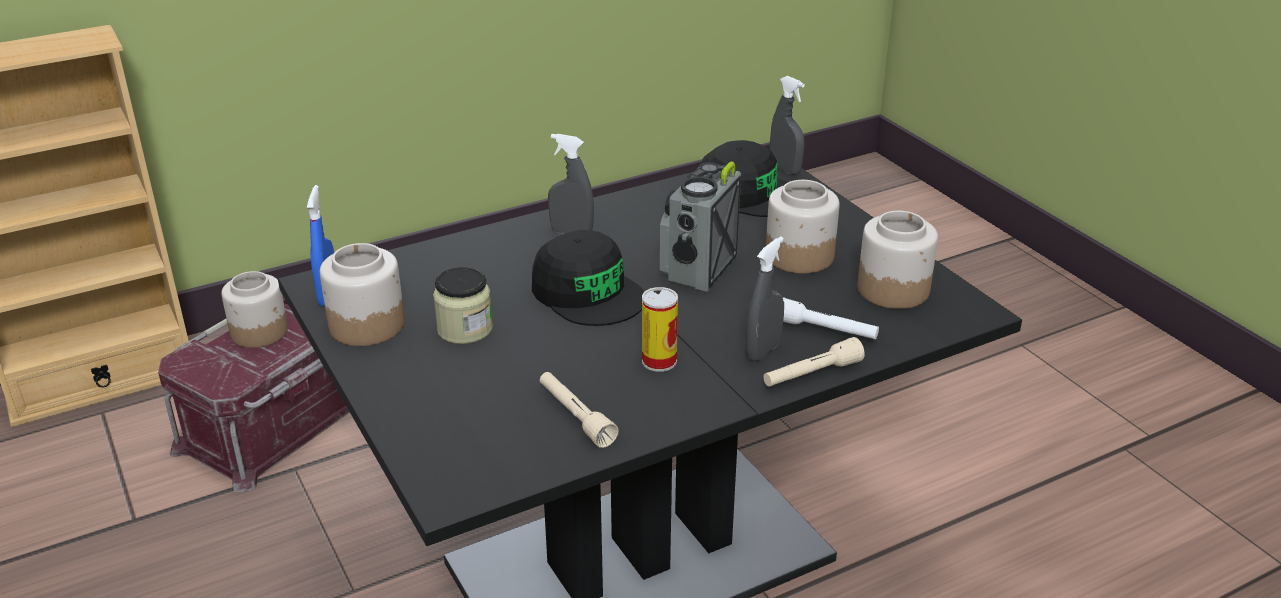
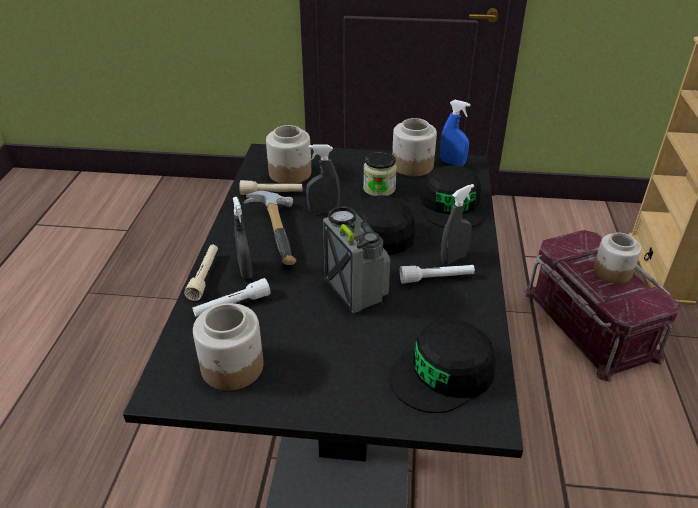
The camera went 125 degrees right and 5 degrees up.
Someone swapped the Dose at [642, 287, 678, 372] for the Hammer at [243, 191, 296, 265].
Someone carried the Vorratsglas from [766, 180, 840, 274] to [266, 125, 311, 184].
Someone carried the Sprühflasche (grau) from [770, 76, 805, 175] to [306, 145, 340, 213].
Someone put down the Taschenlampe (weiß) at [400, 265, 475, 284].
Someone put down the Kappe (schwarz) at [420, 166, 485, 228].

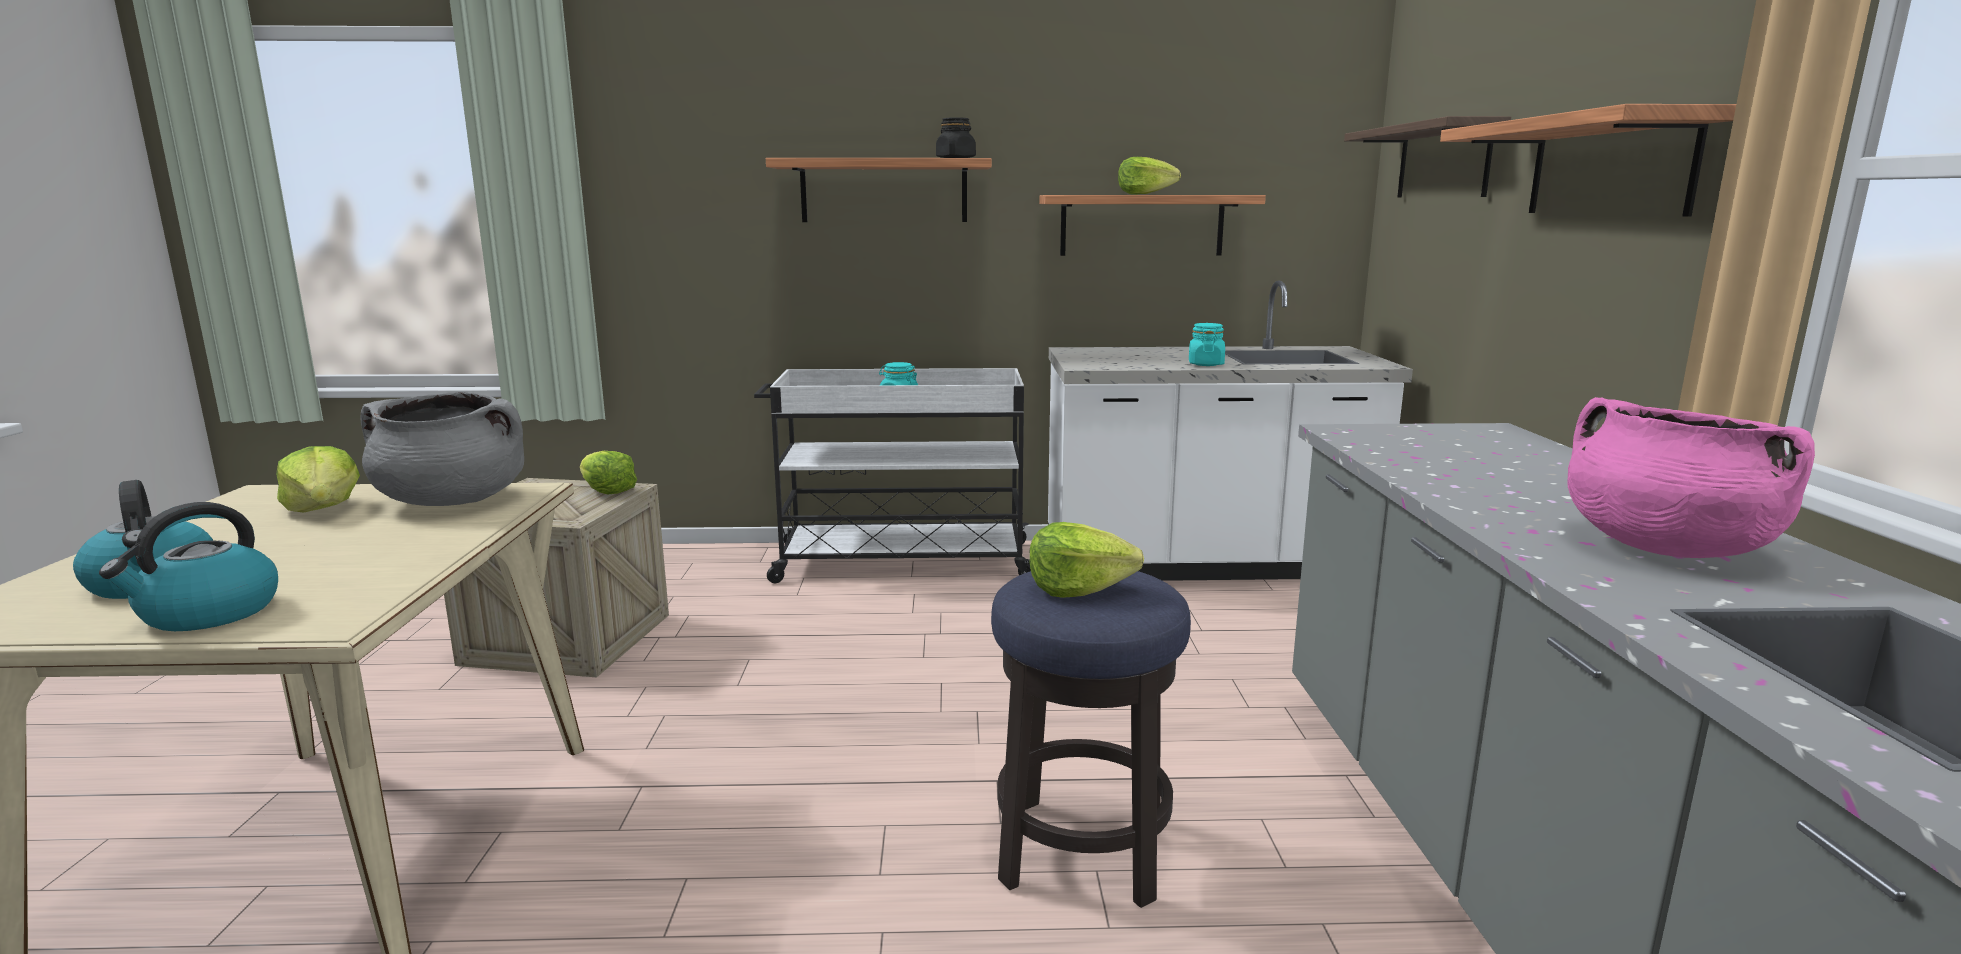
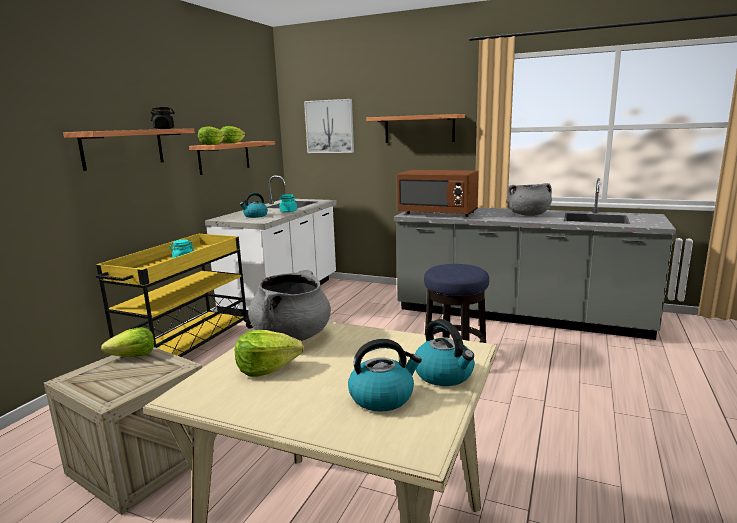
The camera went 65 degrees left and 0 degrees up.
Someone repainted the Rollwagen (weiß) at [754, 368, 1031, 583], which became the Rollwagen (gelb) at [96, 234, 253, 357].
Someone carried the Salatkopf from [1029, 522, 1144, 598] to [198, 127, 225, 145].
Someone swapped the Wandregal at [1344, 116, 1511, 198] for the Bild at [304, 99, 354, 153].
Someone repainted the Kochtopf (rosa) at [1567, 397, 1815, 558], which became the Kochtopf (grau) at [507, 183, 552, 216].
Someone put down the Wasserkessel at [240, 193, 268, 218].
Someone put down the Mikrowelle (braun) at [397, 170, 479, 217].

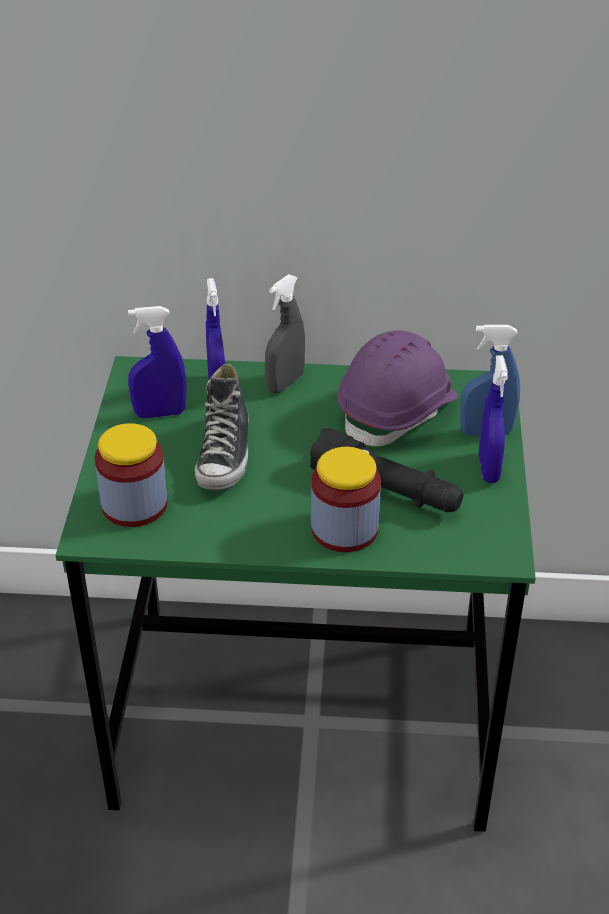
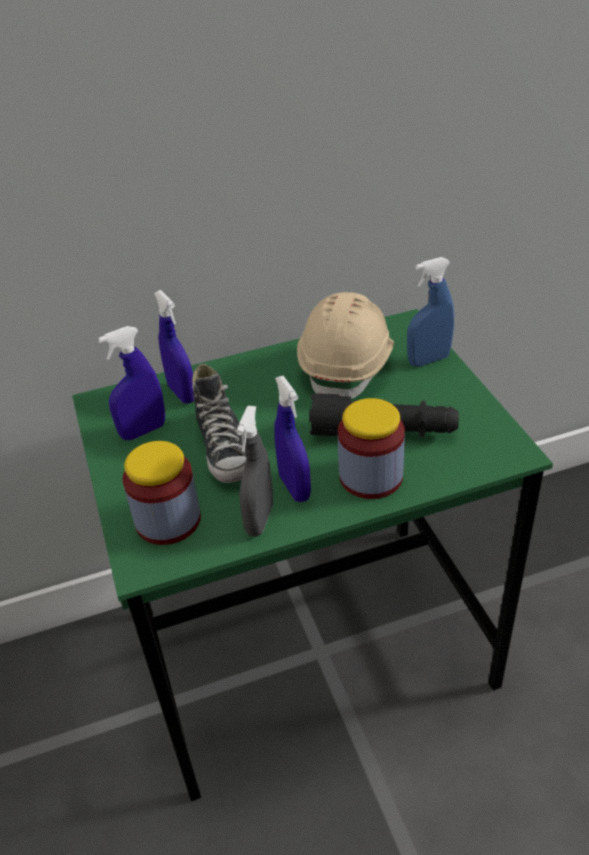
The camera went 20 degrees left and 0 degrees up.
Someone carried the Sprühflasche (grau) from [265, 274, 305, 393] to [236, 406, 273, 537].
Someone repainted the Schutzhelm (lila) at [338, 330, 458, 446], which became the Schutzhelm (beige) at [297, 292, 394, 399].
Someone carried the Sprühflasche (blau) from [479, 355, 508, 483] to [274, 376, 311, 502].

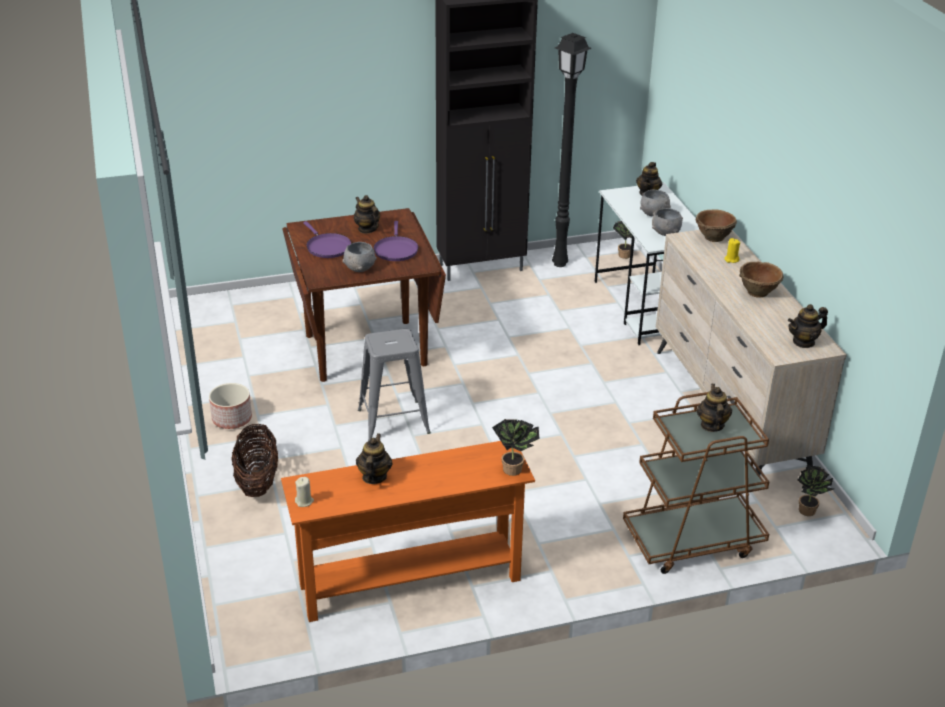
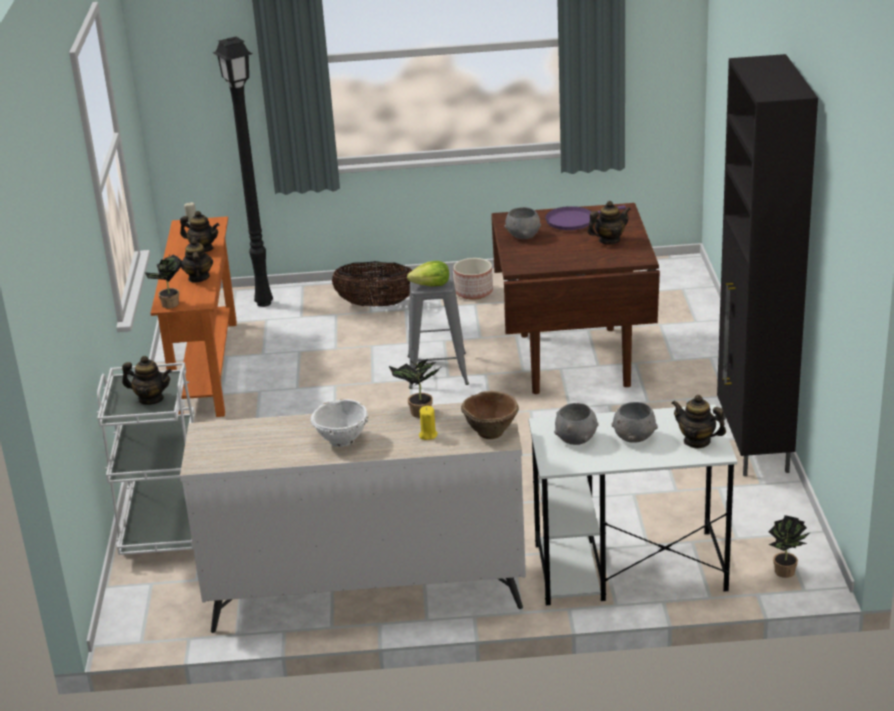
The camera went 105 degrees right and 5 degrees down.
Someone took away the Pfanne (lila) at [374, 221, 419, 261].
Someone carried the Stehlampe (schwarz) from [552, 33, 592, 267] to [213, 37, 273, 307].
Someone repainted the Rollwagen (braun) at [623, 392, 769, 574], which became the Rollwagen (weiß) at [97, 362, 195, 555].
Someone repainted the Schüssel (braun) at [739, 262, 784, 298], which became the Schüssel (weiß) at [311, 399, 368, 447].
Someone carried the Teekanne from [788, 304, 828, 348] to [181, 239, 213, 283].
Someone carried the Topfpflanze from [797, 465, 833, 516] to [389, 359, 441, 418].
Someone put down the Salatkopf at [407, 261, 449, 286].

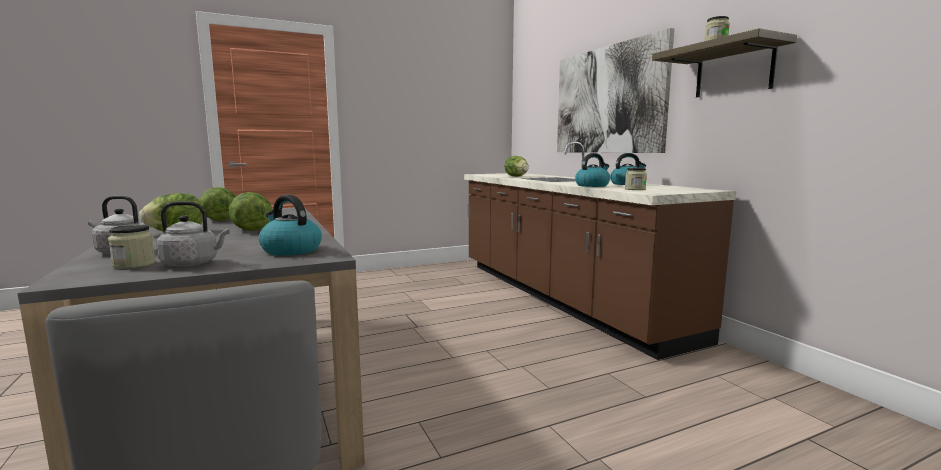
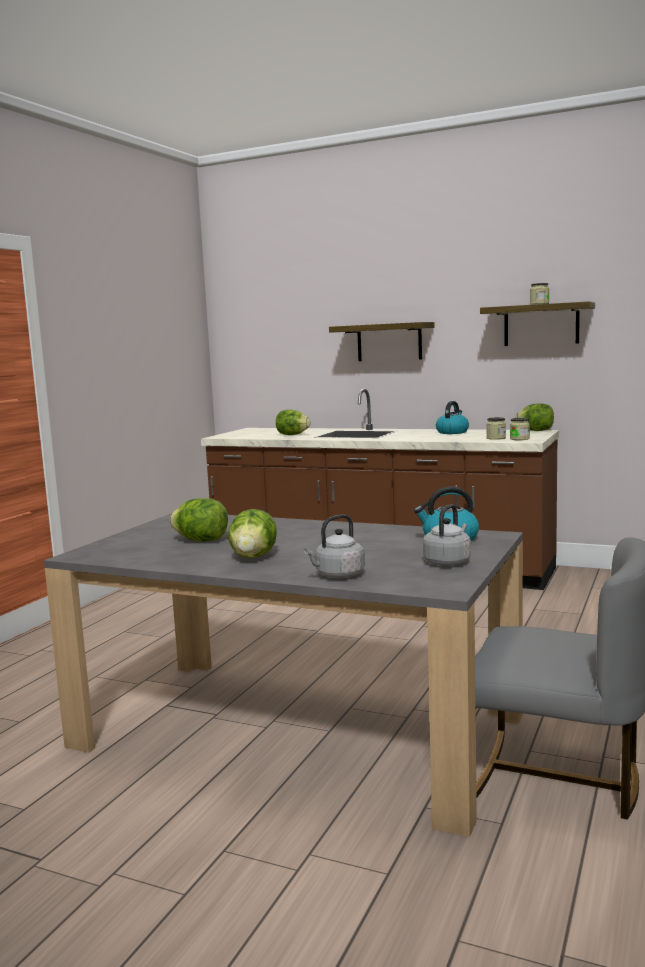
The camera went 40 degrees left and 0 degrees up.
Someone carried the Vorratsglas from [108, 225, 156, 269] to [510, 418, 530, 440].
Someone carried the Salatkopf from [229, 192, 272, 231] to [515, 403, 554, 431].
Someone swapped the Bild at [557, 28, 674, 153] for the Wandregal at [329, 322, 435, 361].
Someone took away the Wasserkessel at [575, 153, 610, 187].

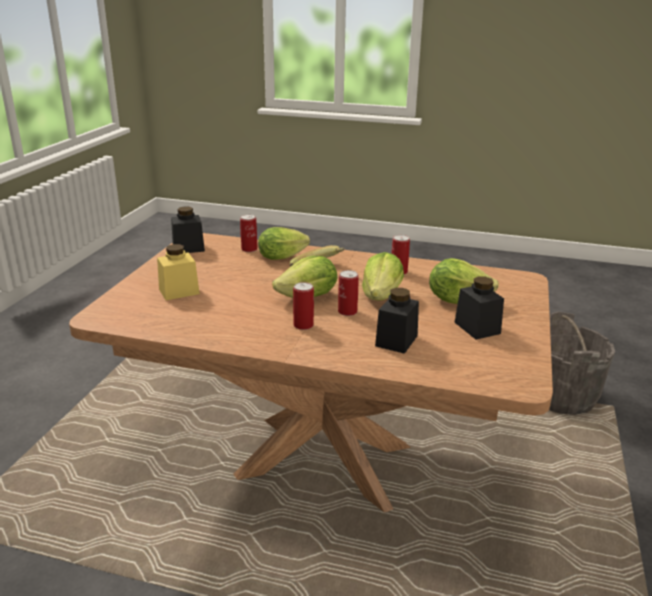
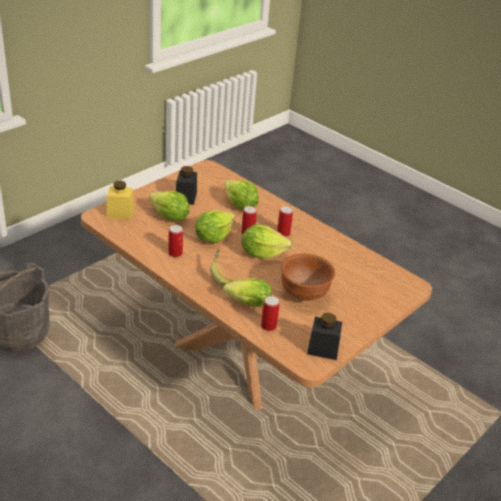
The camera went 155 degrees left and 10 degrees up.
Someone carried the Vorratsglas (gelb) from [157, 244, 200, 300] to [107, 181, 134, 220].
Someone swapped the Vorratsglas (schwarz) at [375, 288, 419, 354] for the Salatkopf at [224, 180, 259, 210].
Someone put down the Schüssel (braun) at [281, 254, 335, 301].

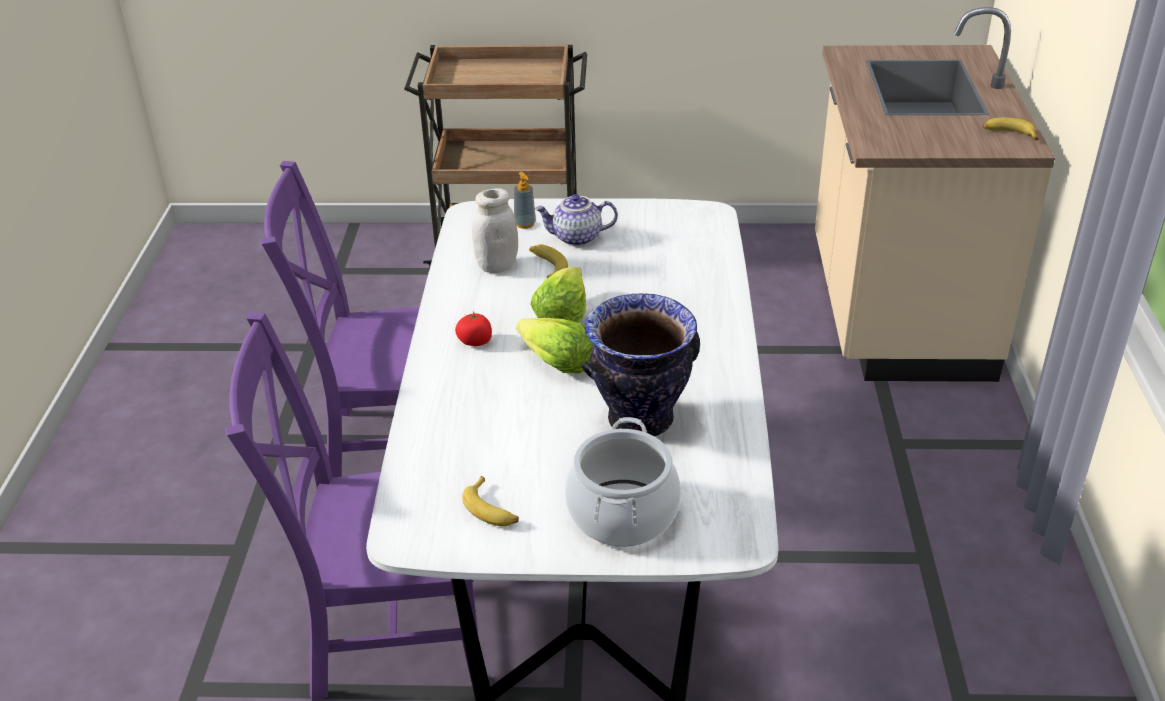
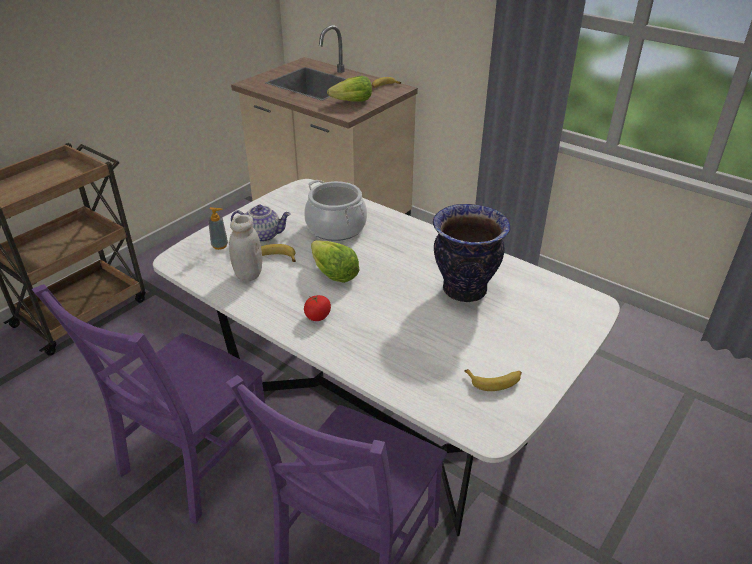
The camera went 55 degrees left and 0 degrees up.
Someone carried the Salatkopf from [516, 318, 593, 374] to [327, 76, 372, 102].
Someone rotated the Teekanne at [535, 194, 618, 246] by 120 degrees counterclockwise.
Someone carried the Kochtopf from [565, 417, 681, 546] to [304, 180, 367, 241].

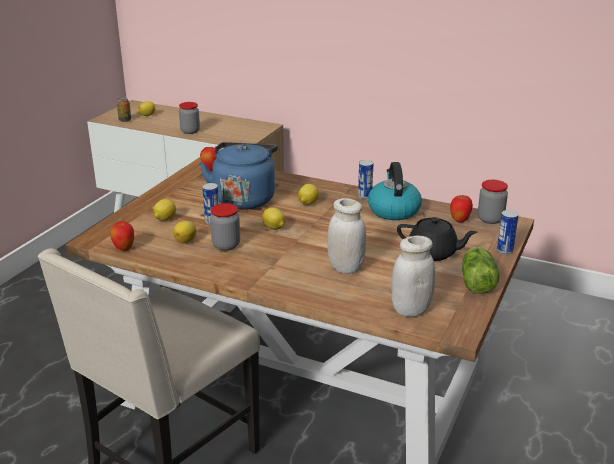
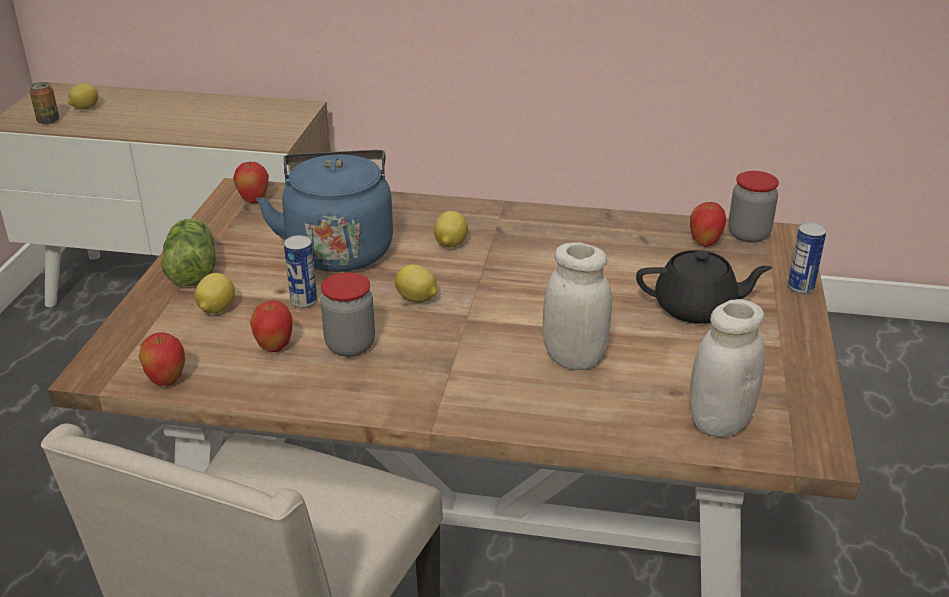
The camera went 15 degrees left and 5 degrees up.
Someone swapped the Zitrone at [173, 221, 196, 243] for the Apfel at [250, 300, 292, 352].
Someone took away the Vorratsglas at [179, 102, 200, 134].
Someone took away the Dose at [358, 160, 373, 199].
Someone took away the Wasserkessel at [368, 162, 422, 220].
Someone carried the Salatkopf from [462, 247, 500, 294] to [161, 218, 216, 287].

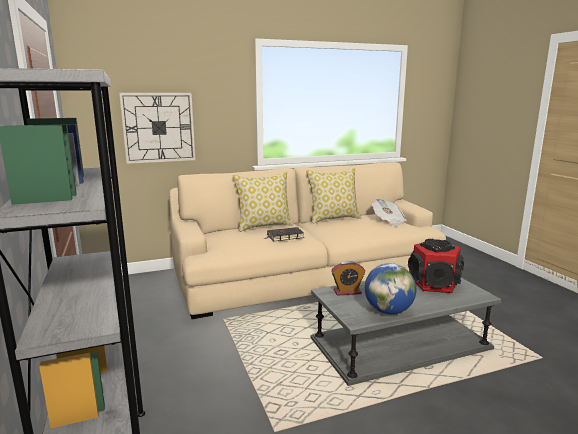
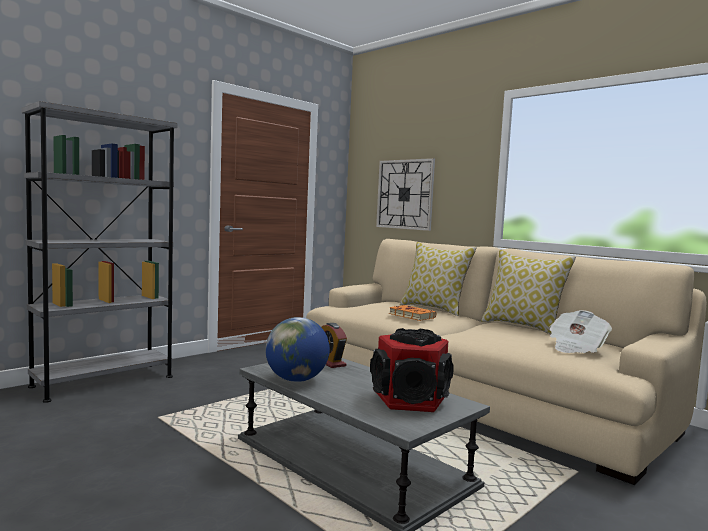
The camera went 65 degrees right and 10 degrees down.
Someone repainted the Buch (schwarz) at [264, 227, 304, 241], which became the Buch (orange) at [389, 305, 436, 321].

